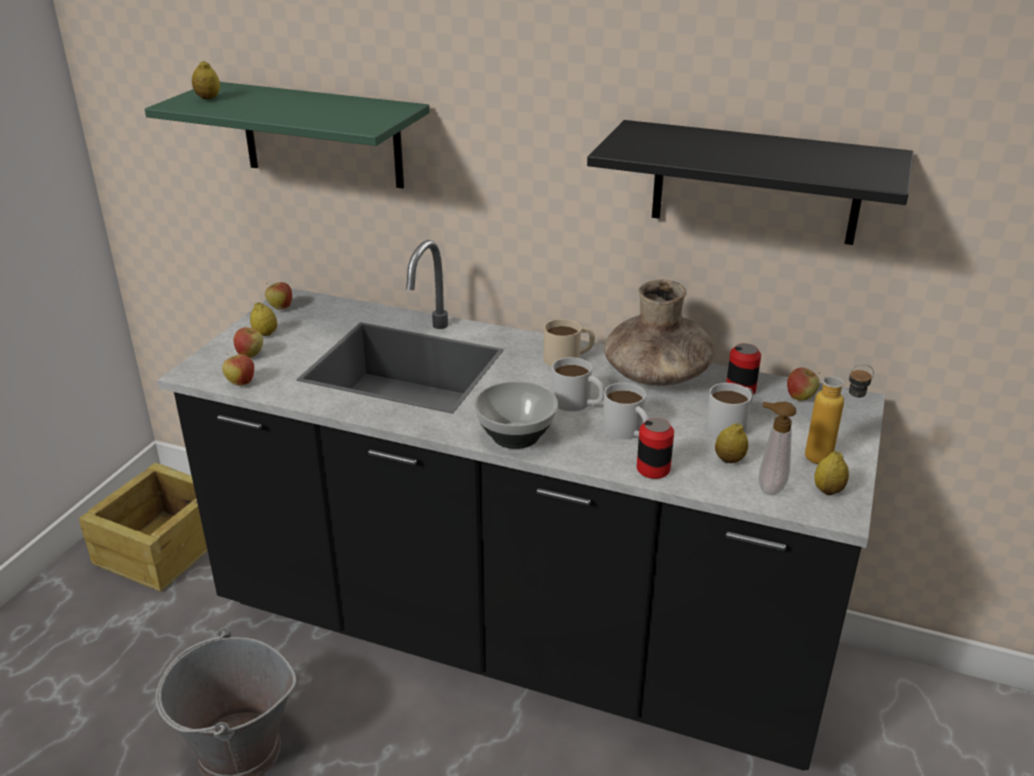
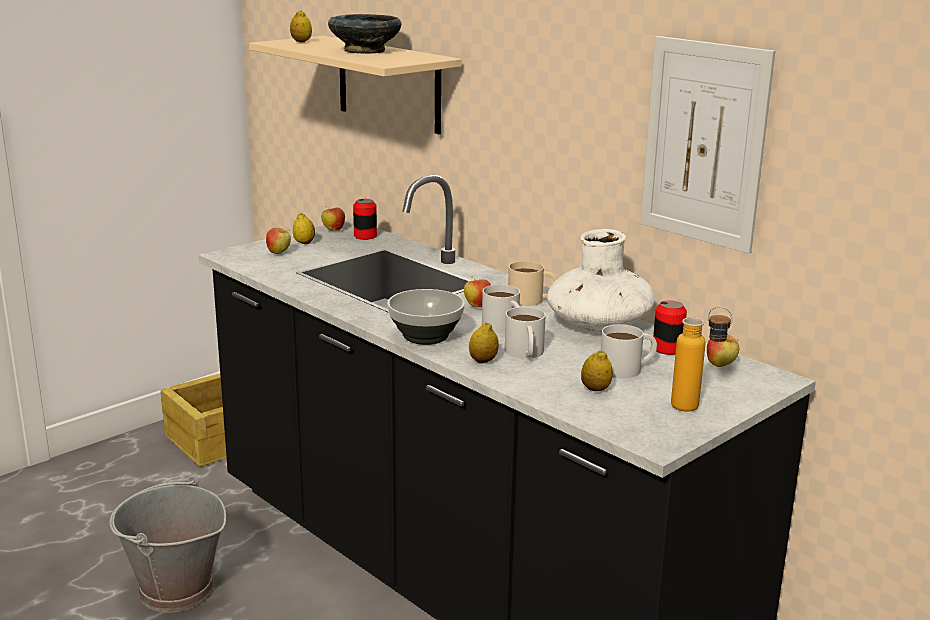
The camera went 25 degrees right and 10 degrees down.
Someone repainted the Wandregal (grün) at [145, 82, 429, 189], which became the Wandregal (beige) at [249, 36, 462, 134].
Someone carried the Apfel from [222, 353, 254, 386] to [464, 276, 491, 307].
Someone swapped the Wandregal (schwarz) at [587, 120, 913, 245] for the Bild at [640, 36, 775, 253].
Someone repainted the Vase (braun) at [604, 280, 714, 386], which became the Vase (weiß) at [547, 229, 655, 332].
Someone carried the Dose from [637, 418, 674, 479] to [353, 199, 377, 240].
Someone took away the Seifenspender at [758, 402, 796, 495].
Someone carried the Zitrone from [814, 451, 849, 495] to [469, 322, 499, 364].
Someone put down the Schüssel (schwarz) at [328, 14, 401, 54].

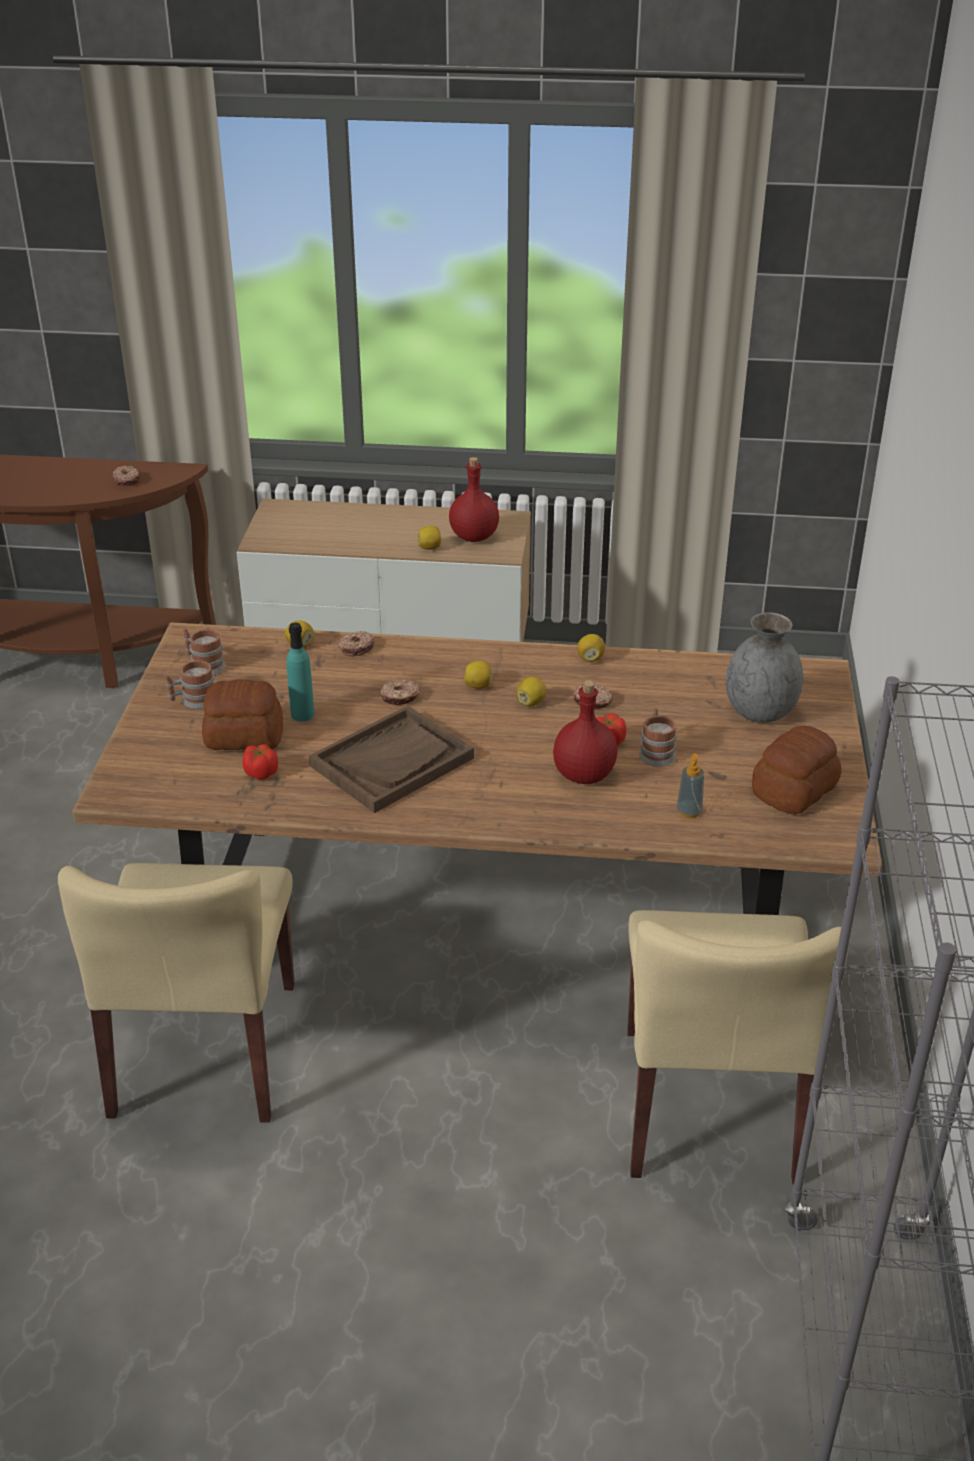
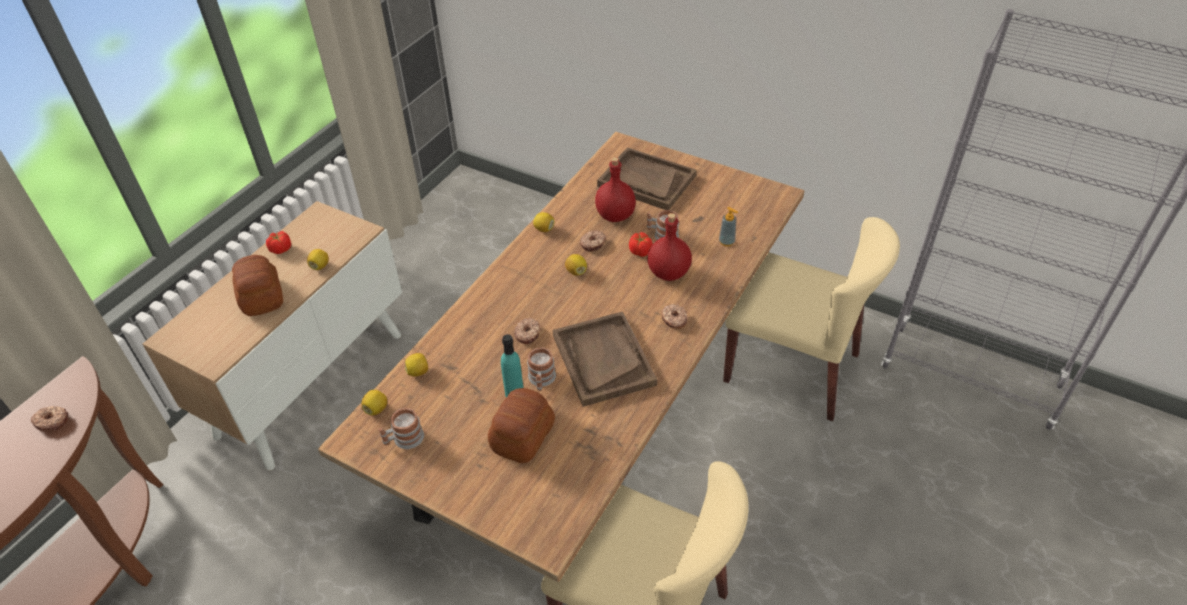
The camera went 65 degrees left and 10 degrees up.
Someone carried the Henkelbecher from [165, 660, 214, 709] to [527, 347, 556, 391].
Someone carried the Tomate from [243, 744, 278, 779] to [266, 231, 291, 254].
Someone carried the Donut from [338, 631, 375, 657] to [661, 304, 687, 329].
Someone carried the Flasche (rot) from [449, 457, 499, 542] to [595, 157, 636, 222].
Someone carried the Zitrone from [464, 661, 492, 689] to [361, 390, 387, 415].
Someone swapped the Vase (grau) at [726, 612, 803, 723] for the Tablett (braun) at [597, 147, 697, 210].
Someone carried the Brot from [752, 726, 842, 815] to [232, 255, 283, 316].

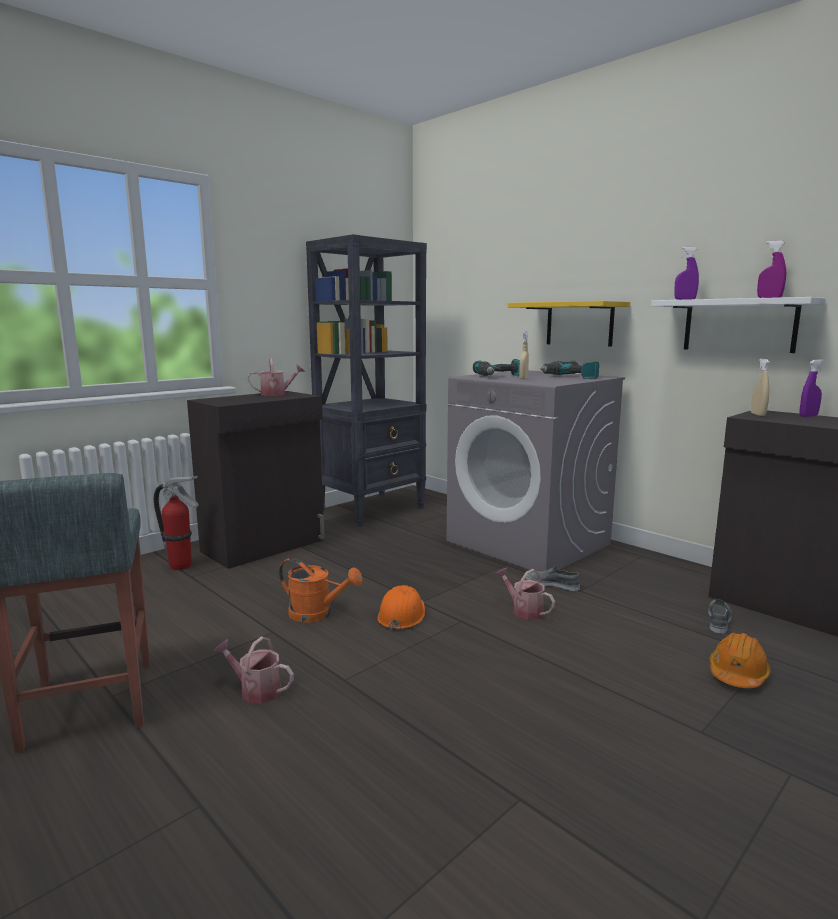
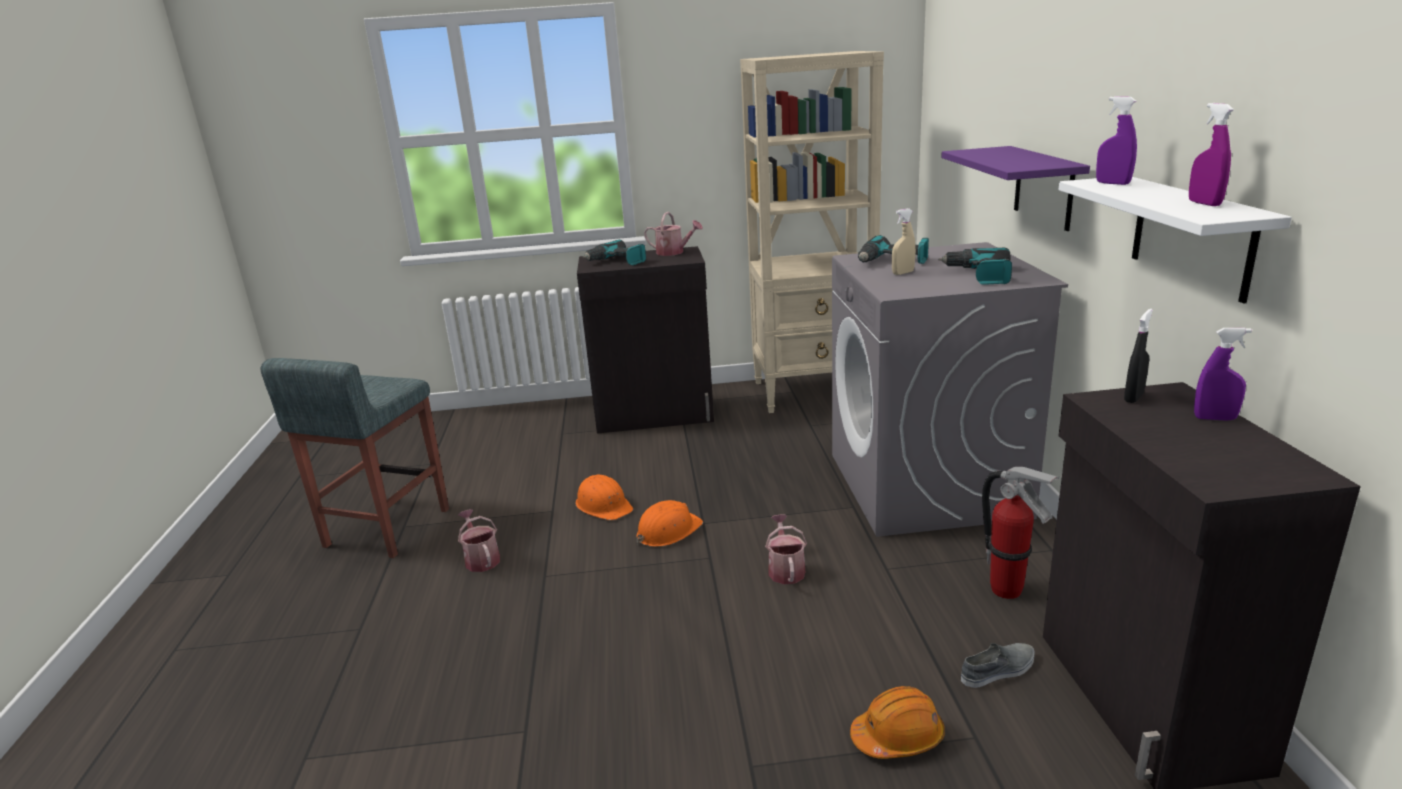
The camera went 40 degrees right and 10 degrees up.
Someone carried the Feuerlöscher from [154, 476, 199, 571] to [982, 467, 1060, 599].
Someone swapped the Gießkanne (orange) at [279, 558, 363, 622] for the Schutzhelm (orange) at [575, 475, 633, 520].
Someone repainted the Bücherregal (schwarz) at [306, 234, 427, 527], which became the Bücherregal (beige) at [740, 51, 884, 413].
Someone repainted the Wandregal (gelb) at [508, 301, 630, 347], which became the Wandregal (lila) at [941, 146, 1090, 231].
Someone took away the Schuh (grau) at [526, 566, 580, 591].
Someone repainted the Sprühflasche (beige) at [751, 359, 770, 416], which became the Sprühflasche (schwarz) at [1124, 309, 1153, 403].
Someone put down the Bohrmaschine at [583, 240, 646, 265].

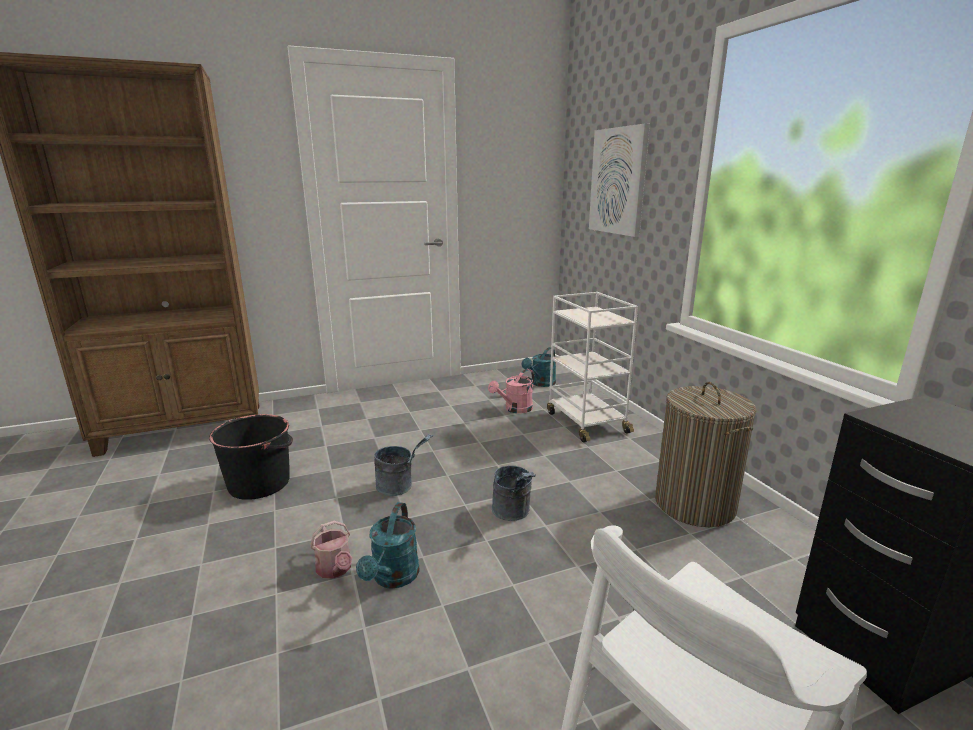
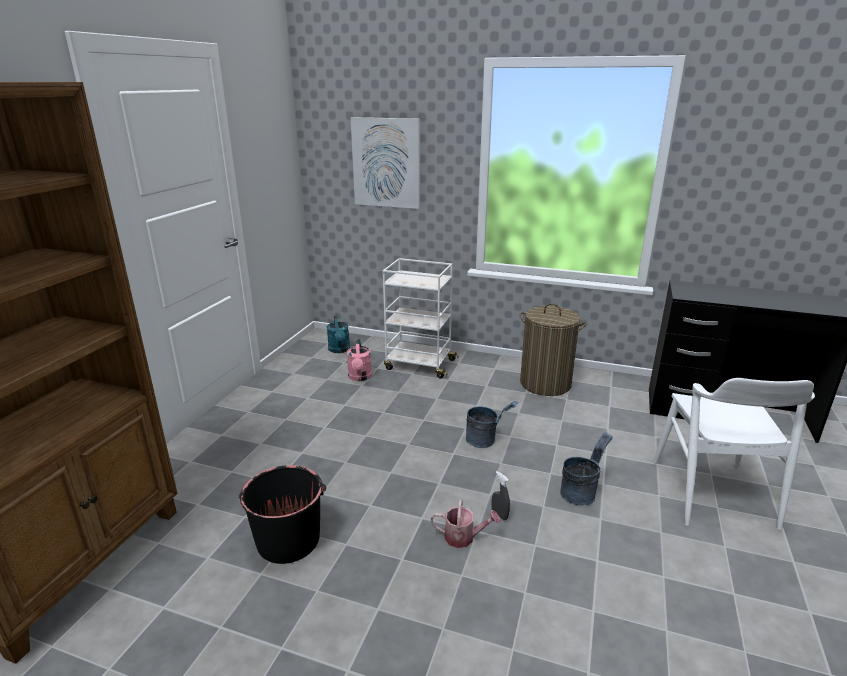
The camera went 50 degrees left and 5 degrees up.
Someone swapped the Gießkanne (türkis) at [356, 502, 420, 589] for the Sprühflasche (grau) at [492, 471, 510, 520].
Someone carried the Eimer (grau) from [374, 434, 433, 496] to [560, 432, 613, 506].

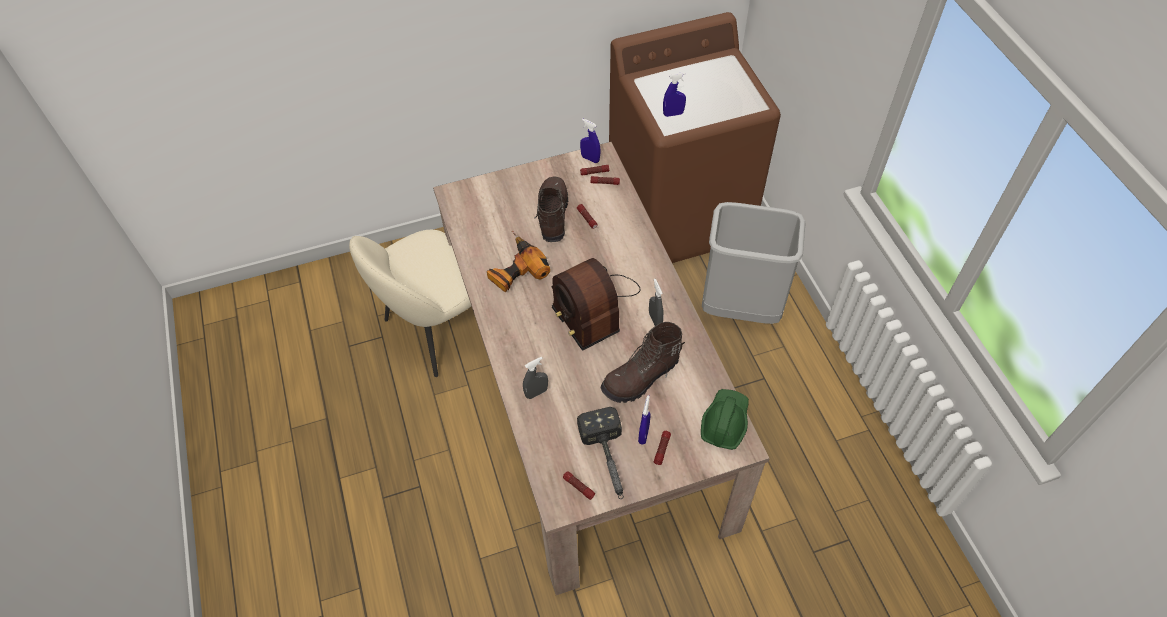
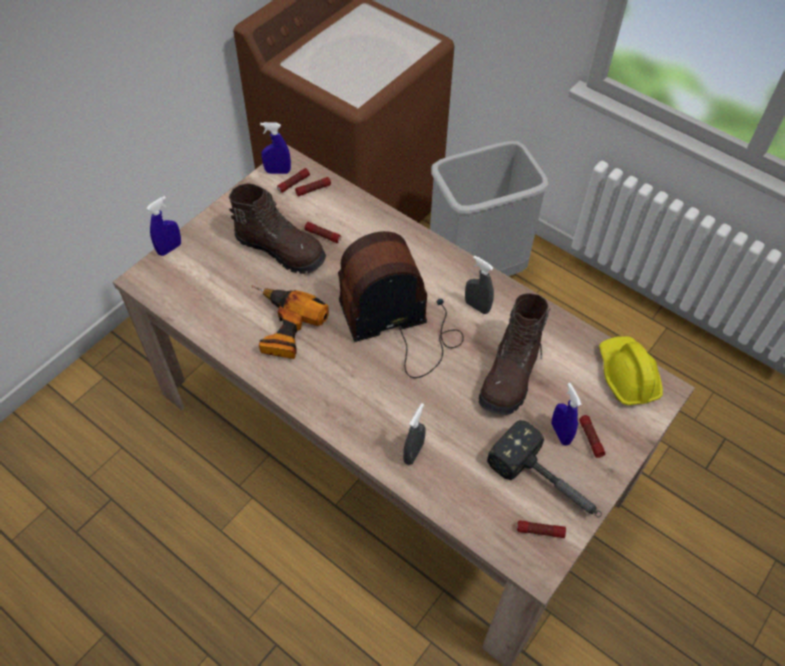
The camera went 35 degrees left and 0 degrees up.
Someone took away the Stuhl (beige) at [349, 230, 471, 377].
Someone rotated the Stiefel (braun) at [534, 177, 568, 242] by 150 degrees clockwise.
Someone rotated the Radio at [552, 258, 640, 351] by 135 degrees clockwise.
Someone carried the Sprühflasche (blau) from [663, 72, 686, 117] to [147, 196, 181, 256].
Someone repainted the Schutzhelm (grün) at [701, 389, 749, 450], which became the Schutzhelm (gelb) at [599, 337, 663, 405].

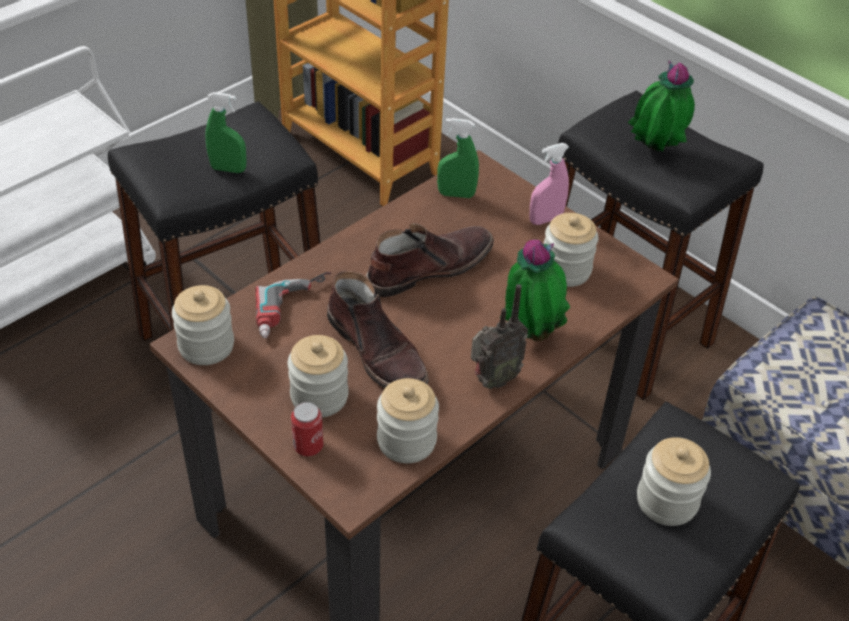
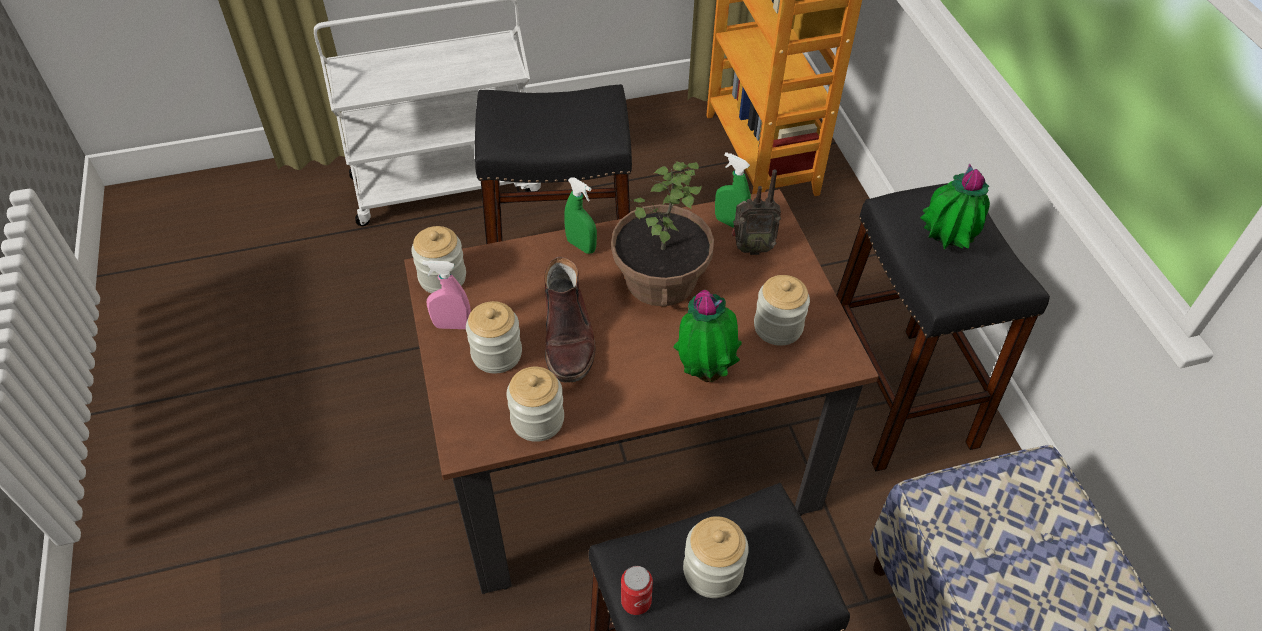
The camera went 30 degrees right and 5 degrees up.
Someone carried the Sprühflasche (grün) from [205, 92, 246, 173] to [564, 177, 597, 254].
Someone took away the Bohrmaschine at [255, 272, 331, 338].
Someone carried the Dose from [291, 402, 323, 456] to [621, 566, 653, 615].
Someone swapped the Stiefel (braun) at [366, 223, 494, 297] for the Topfpflanze at [611, 161, 714, 306].
Someone carried the Radio from [471, 284, 528, 389] to [732, 169, 781, 255].
Someone carried the Sprühflasche (rosa) from [530, 143, 569, 225] to [423, 260, 471, 329].

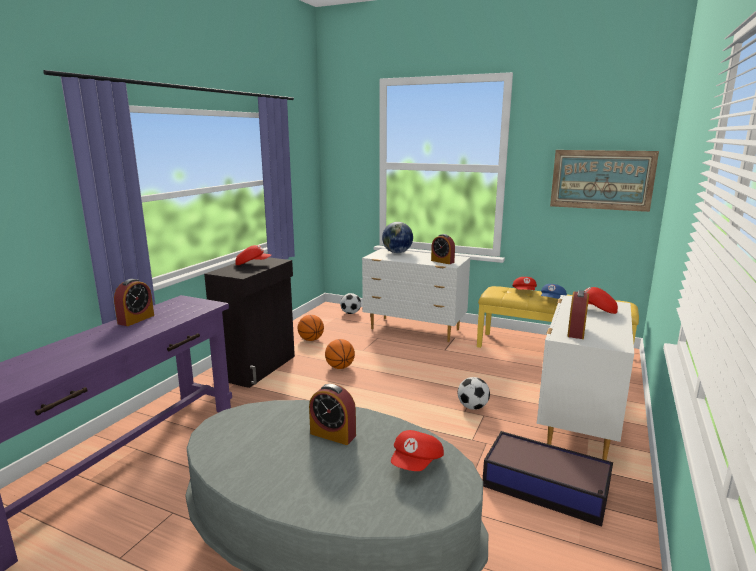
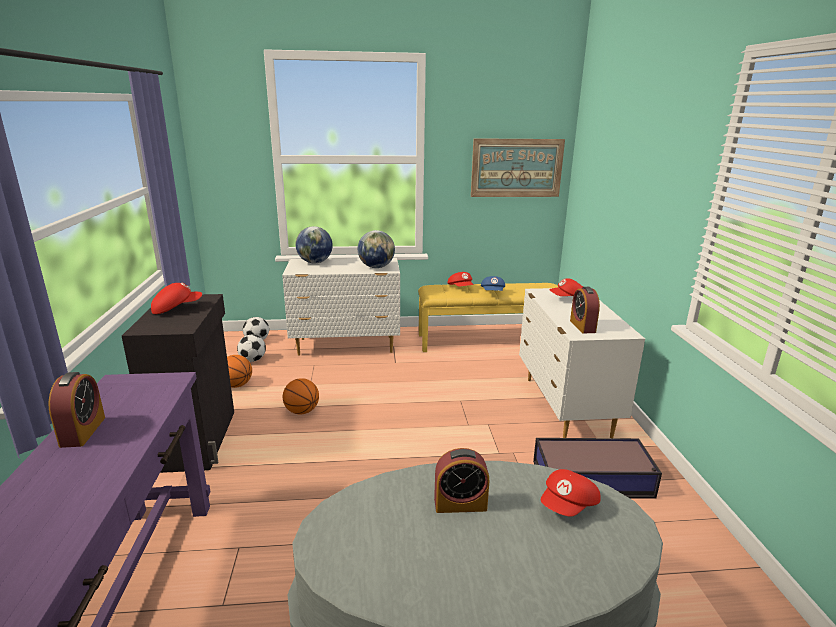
The camera went 30 degrees left and 5 degrees up.
Someone rotated the Kappe (rot) at [391, 430, 444, 471] by 45 degrees clockwise.
Someone swapped the Wecker at [431, 234, 455, 264] for the Globus at [358, 230, 395, 268].
Someone carried the Fußball from [458, 377, 490, 410] to [237, 334, 266, 362].

